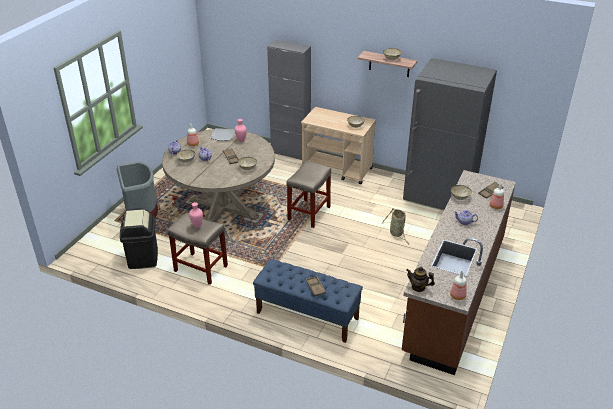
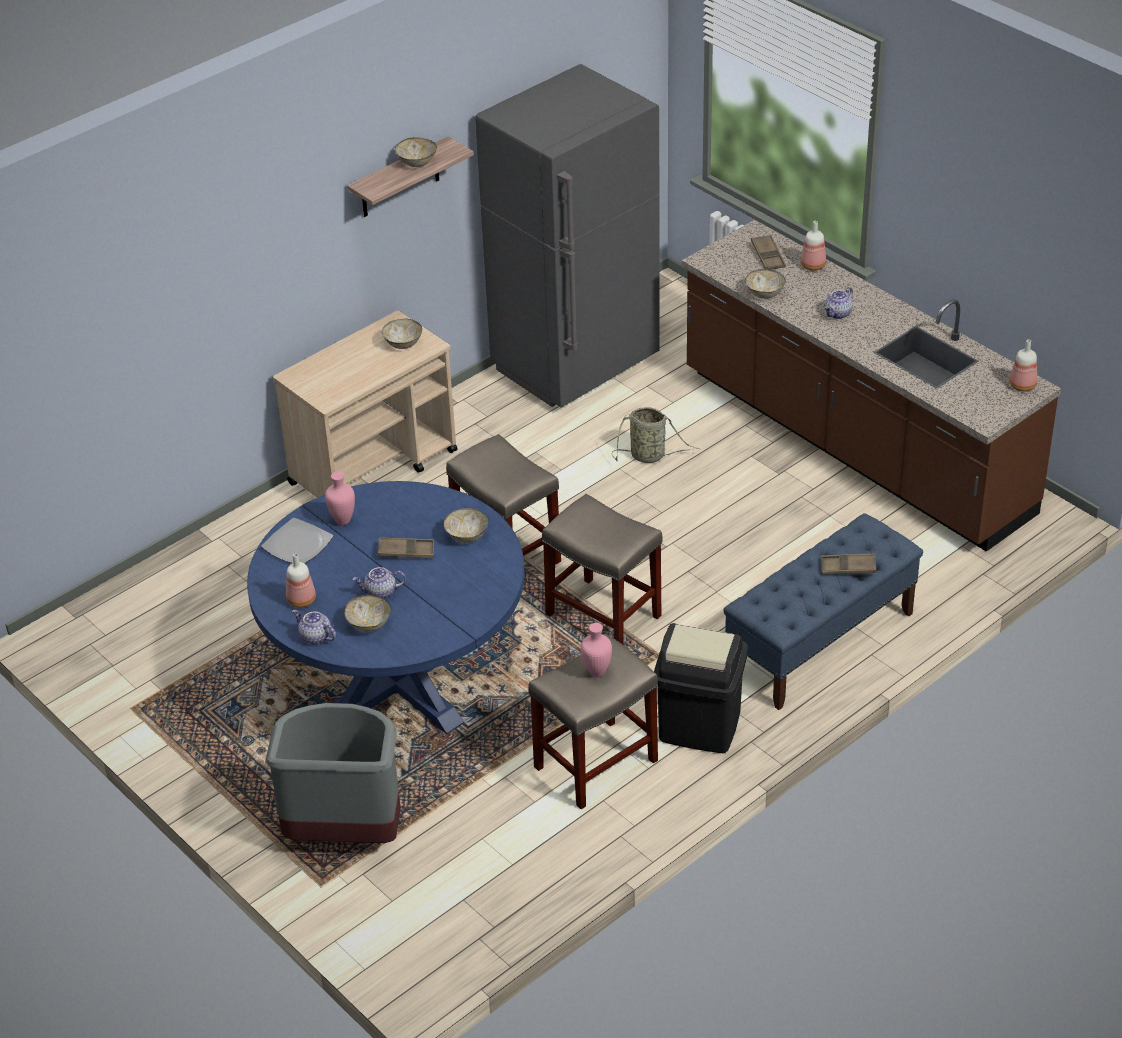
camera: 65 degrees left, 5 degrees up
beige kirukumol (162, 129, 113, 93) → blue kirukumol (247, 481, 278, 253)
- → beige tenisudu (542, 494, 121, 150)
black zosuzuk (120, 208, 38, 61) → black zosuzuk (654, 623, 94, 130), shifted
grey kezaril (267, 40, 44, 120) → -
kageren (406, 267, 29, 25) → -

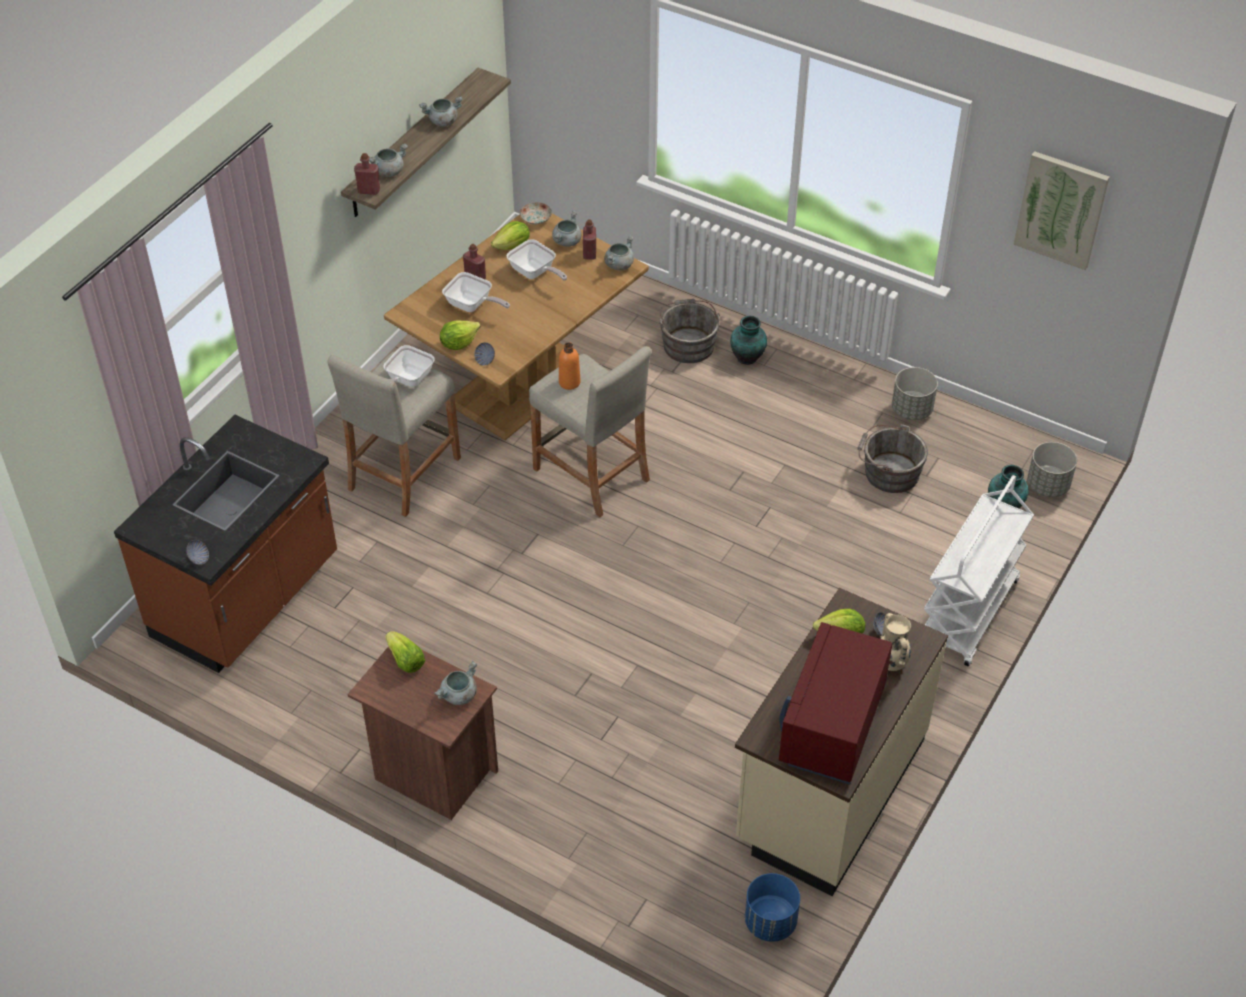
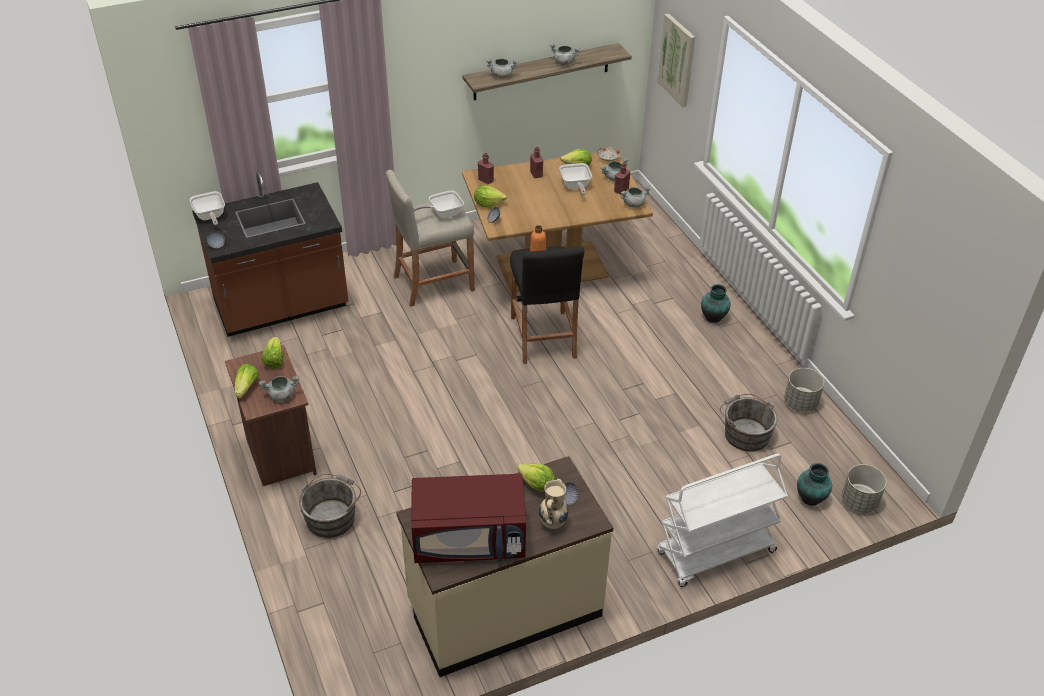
camera: 35 degrees right, 5 degrees down
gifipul (442, 272, 68, 40) → gifipul (190, 191, 35, 34), shifted
- → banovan (235, 364, 24, 34)
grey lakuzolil (659, 299, 61, 64) → grey lakuzolil (299, 474, 62, 64), shifted
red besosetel (779, 622, 113, 162) → red besosetel (411, 474, 115, 89), 150 degrees counterclockwise
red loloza (354, 153, 26, 42) → red loloza (478, 153, 16, 31), shifted
beige tenisudu (529, 346, 123, 171) → black tenisudu (510, 246, 74, 118)
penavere (1013, 151, 97, 119) → penavere (658, 14, 37, 93), shifted
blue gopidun (745, 873, 55, 69) → -

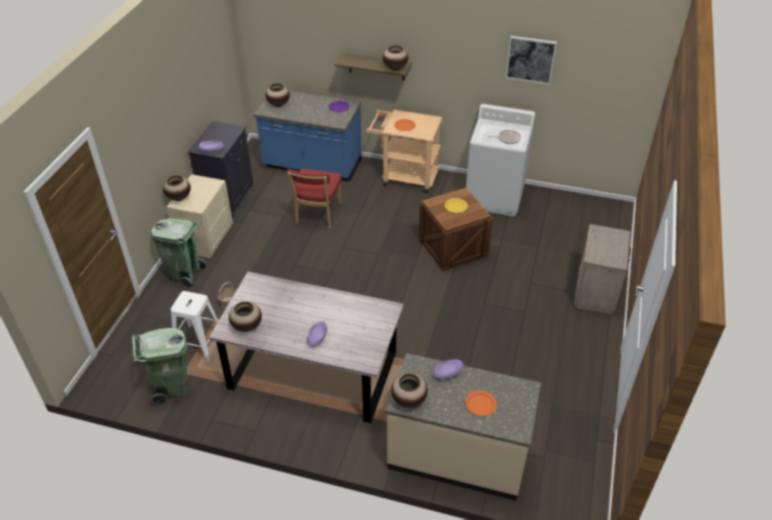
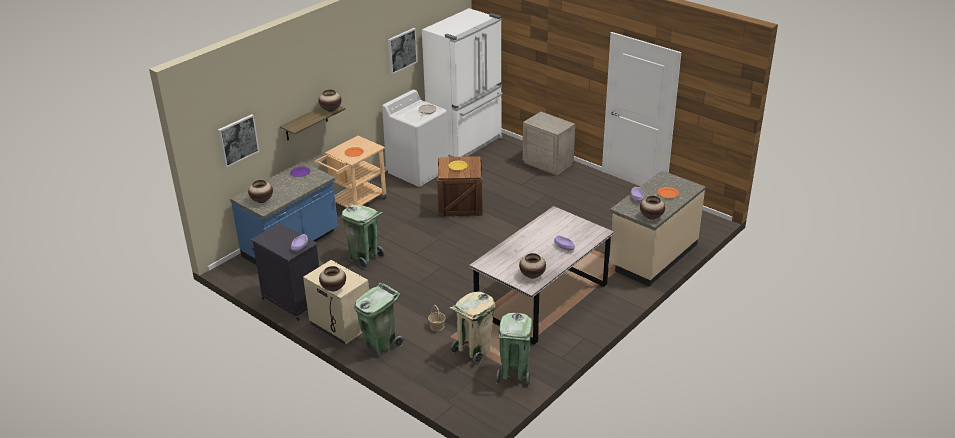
camera: 65 degrees left, 10 degrees down
- → penavere (218, 114, 42, 54)
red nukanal (287, 169, 55, 59) → green zosuzuk (341, 205, 44, 64)
- → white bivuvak (422, 8, 81, 150)
white tenisudu (171, 291, 47, 71) → beige zosuzuk (449, 292, 46, 74)

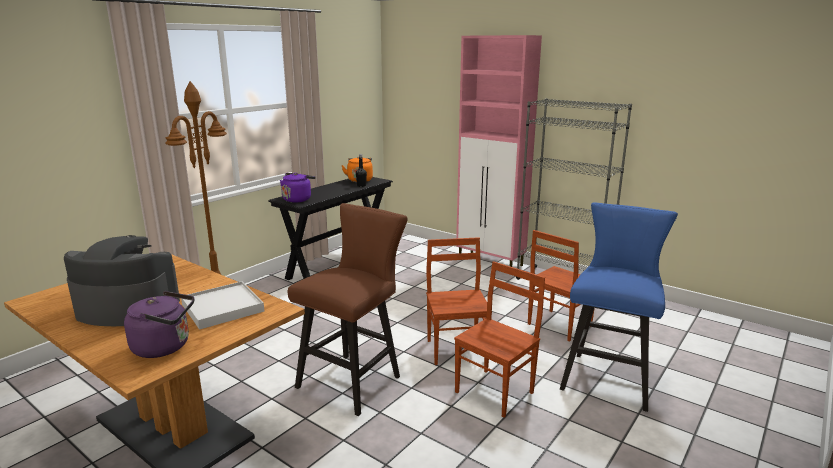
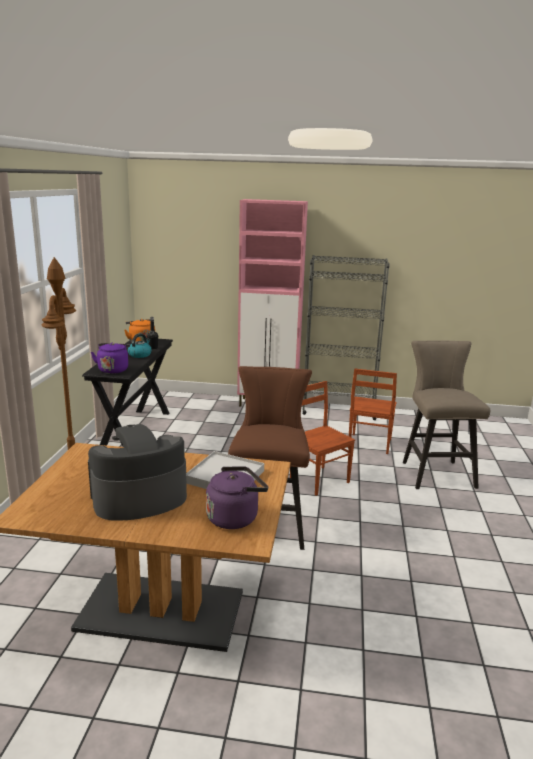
camera: 30 degrees left, 0 degrees up
- → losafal (128, 333, 24, 25)
blue tenisudu (560, 202, 118, 210) → beige tenisudu (403, 340, 87, 149)
brown nukanal (454, 261, 91, 157) → -

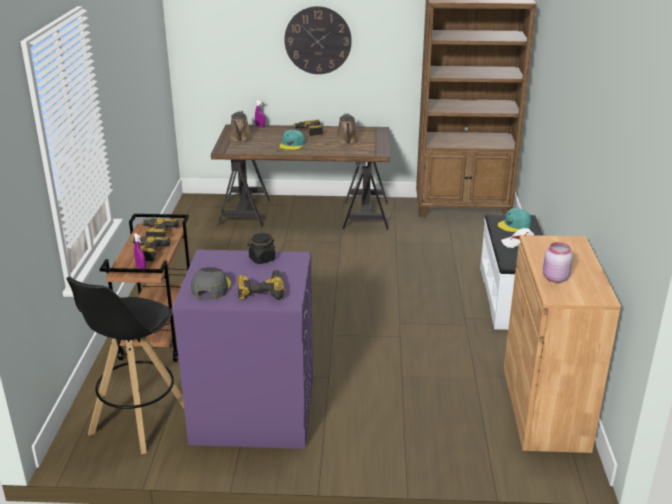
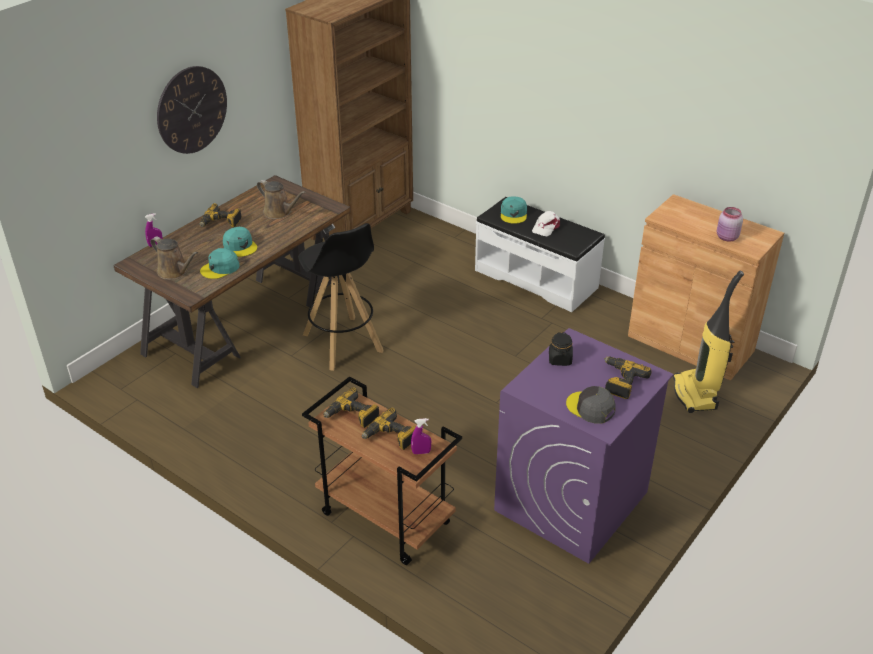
camera: 55 degrees left, 10 degrees up
- → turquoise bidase (200, 248, 40, 31)
black tenisudu (67, 277, 117, 177) → black tenisudu (298, 223, 86, 148), shifted
- → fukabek (673, 271, 71, 142)

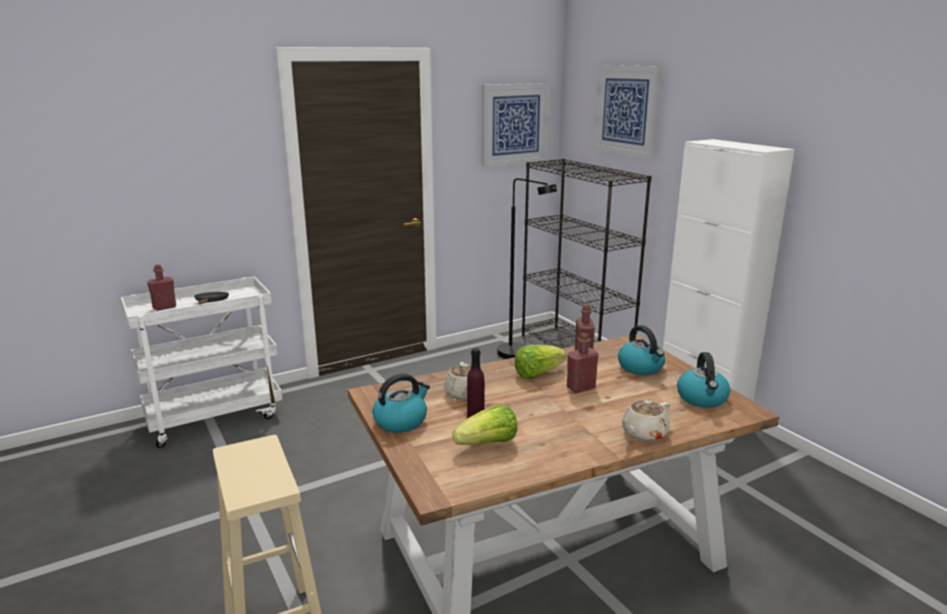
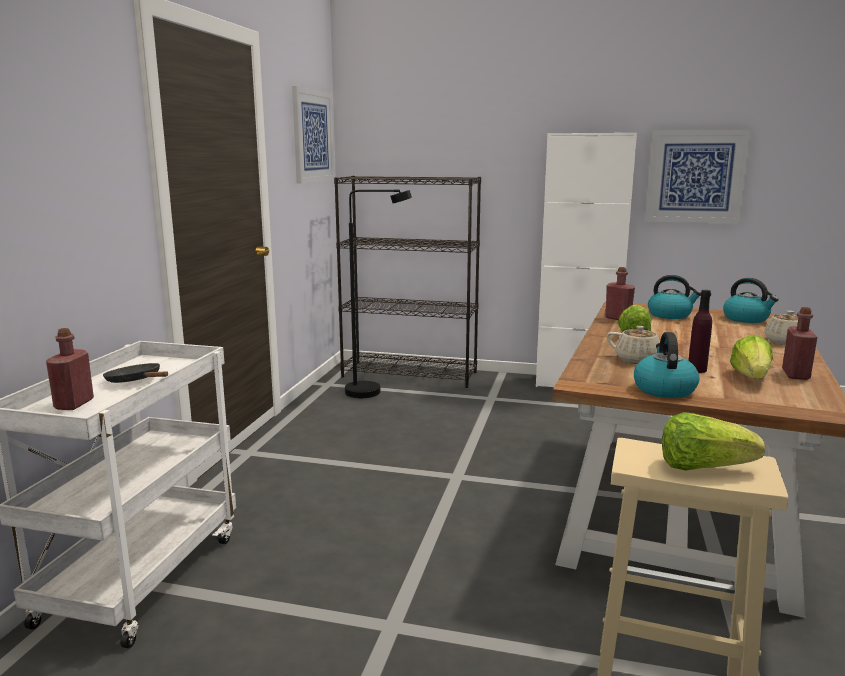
camera: 45 degrees left, 5 degrees down
penavere (593, 65, 69, 94) → penavere (645, 129, 106, 95), shifted
- → banovan (662, 412, 103, 59)
red loloza (567, 333, 32, 60) → red loloza (782, 307, 35, 73), shifted

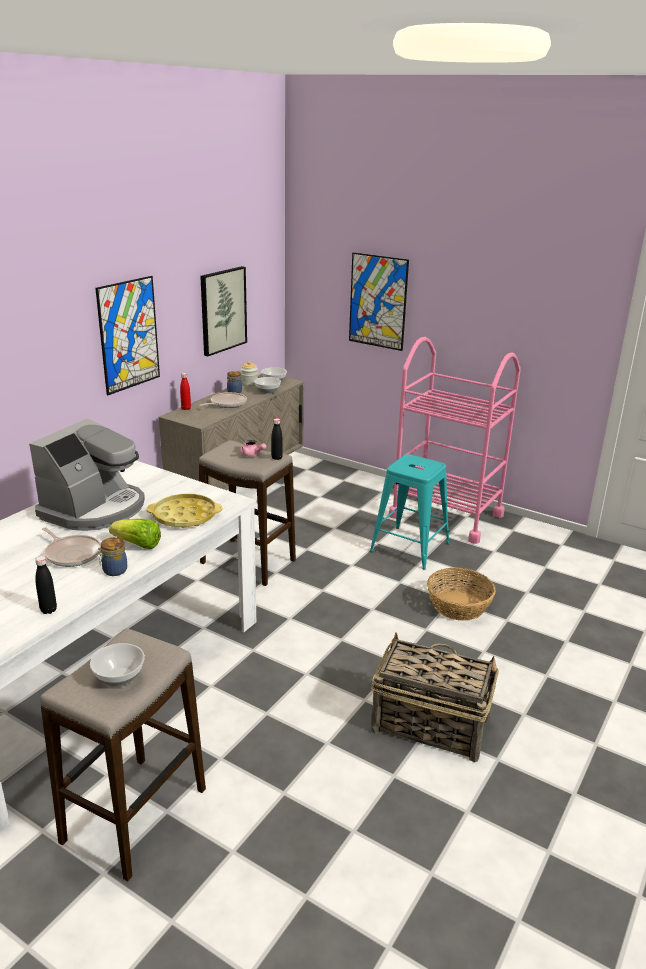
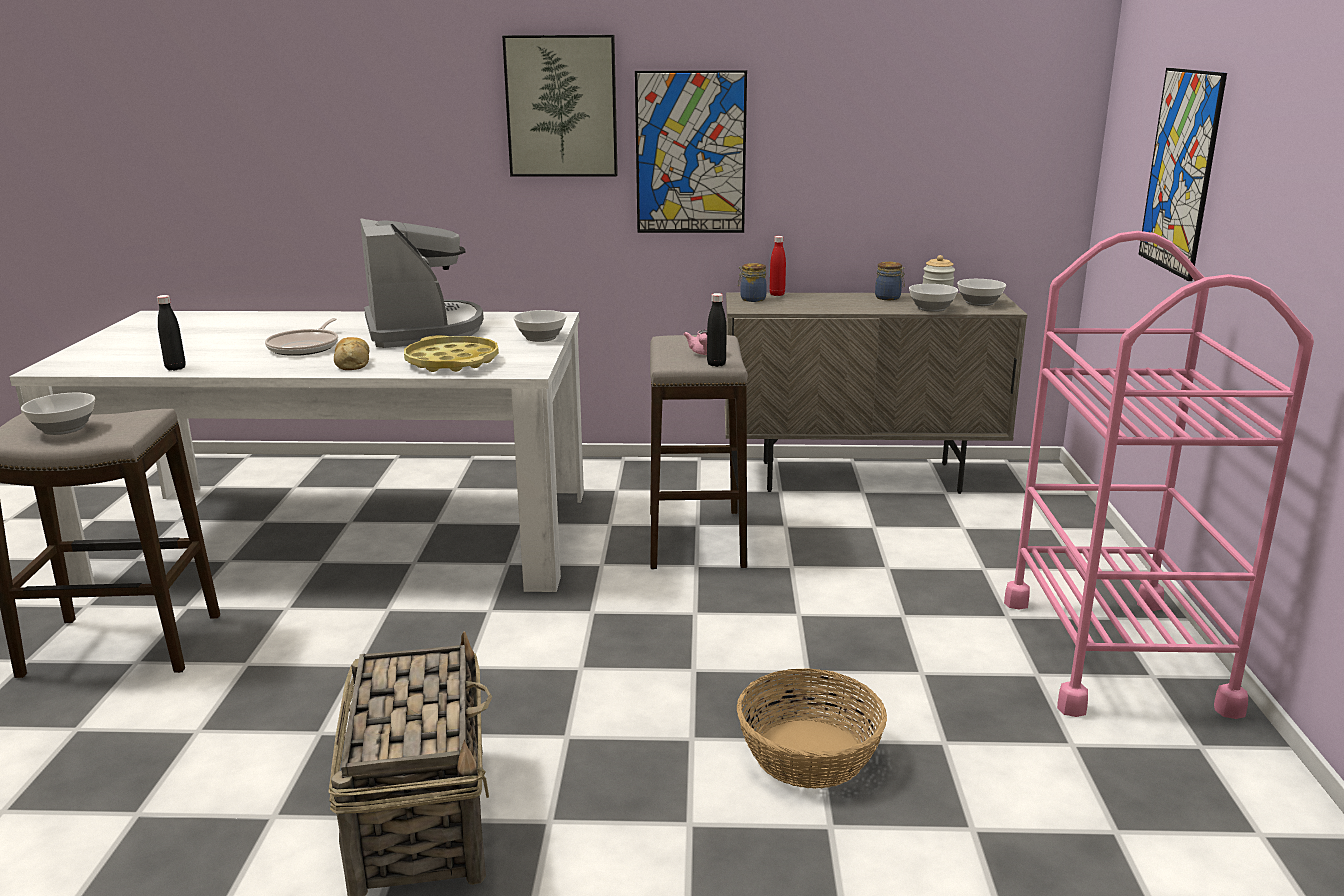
camera: 60 degrees right, 5 degrees down
banovan (109, 519, 52, 30) → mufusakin (334, 337, 35, 33)
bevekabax (29, 418, 116, 113) → bevekabax (360, 218, 124, 130), 105 degrees counterclockwise
penavere (200, 266, 47, 90) → penavere (502, 35, 116, 142), shifted
- → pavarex (513, 310, 54, 32)
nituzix (98, 537, 29, 39) → nituzix (738, 263, 29, 39), shifted
gifipul (199, 392, 48, 16) → -
turquoise tenisudu (370, 454, 80, 116) → -

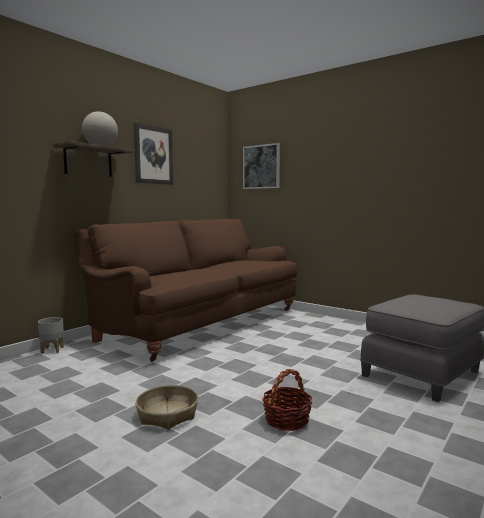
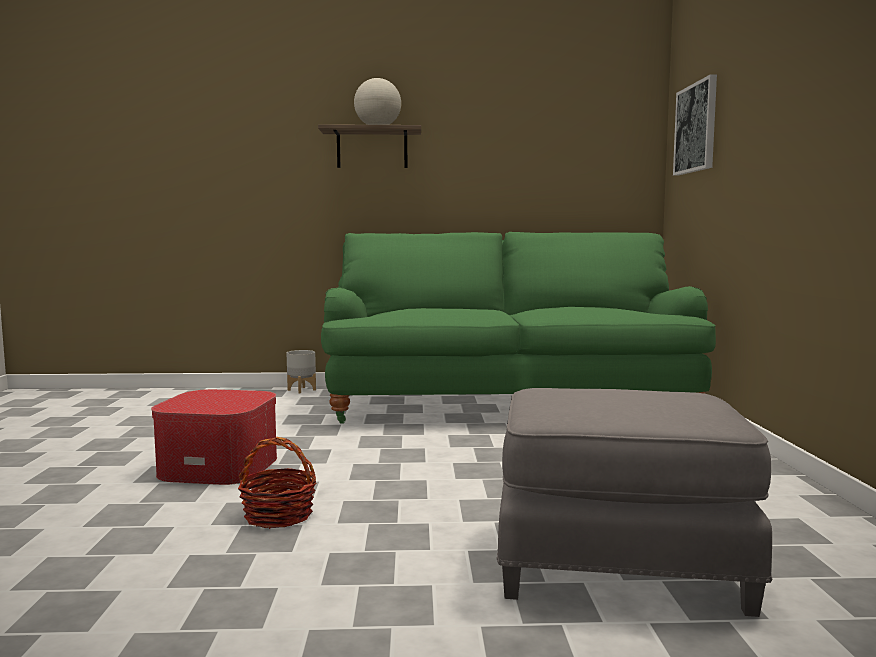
camera: 50 degrees right, 0 degrees up
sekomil (135, 385, 63, 45) → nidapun (151, 389, 126, 96)
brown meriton (74, 219, 223, 143) → green meriton (321, 232, 395, 192)
penavere (134, 123, 39, 62) → -

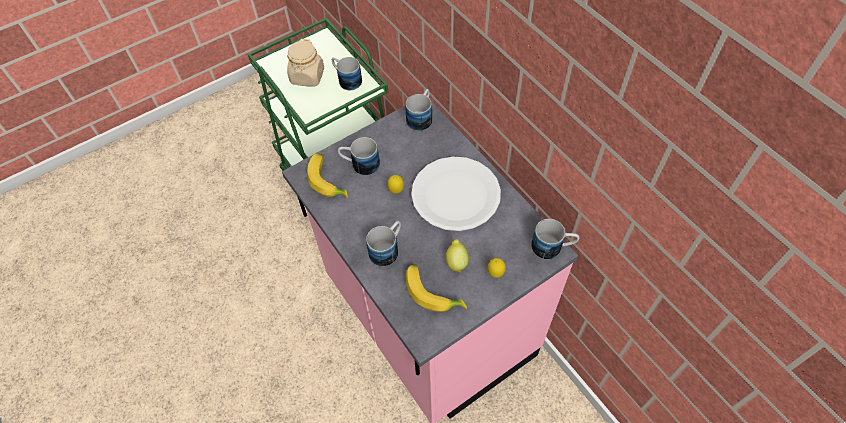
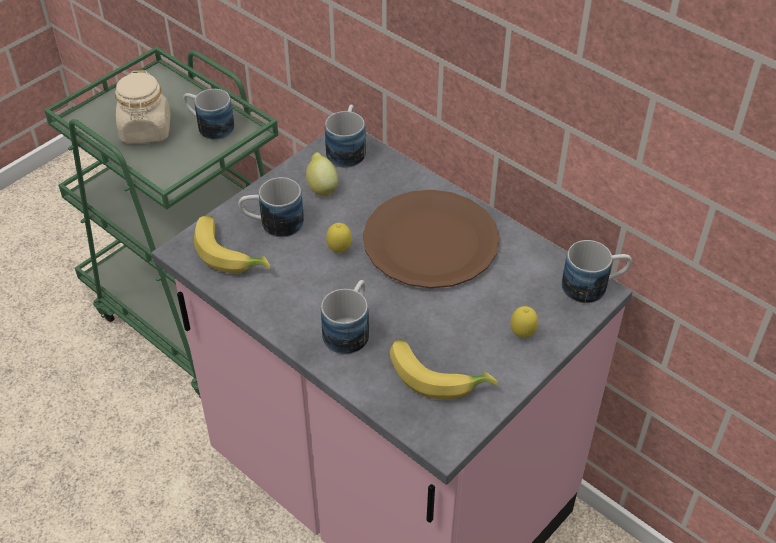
camera: 15 degrees left, 10 degrees down
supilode (446, 239, 23, 34) → supilode (306, 152, 32, 45), shifted
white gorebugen (411, 157, 90, 74) → brown gorebugen (363, 190, 137, 98)

